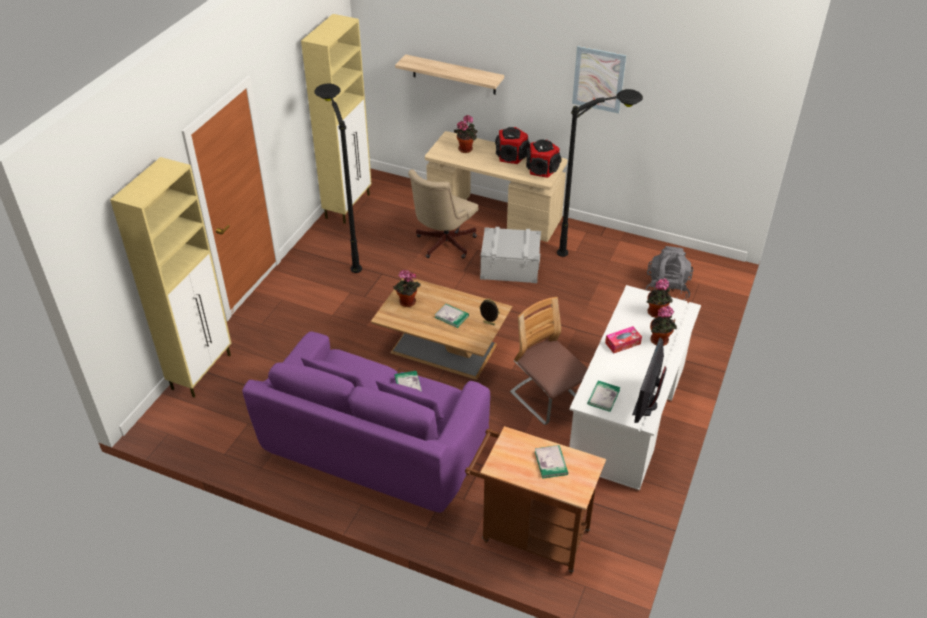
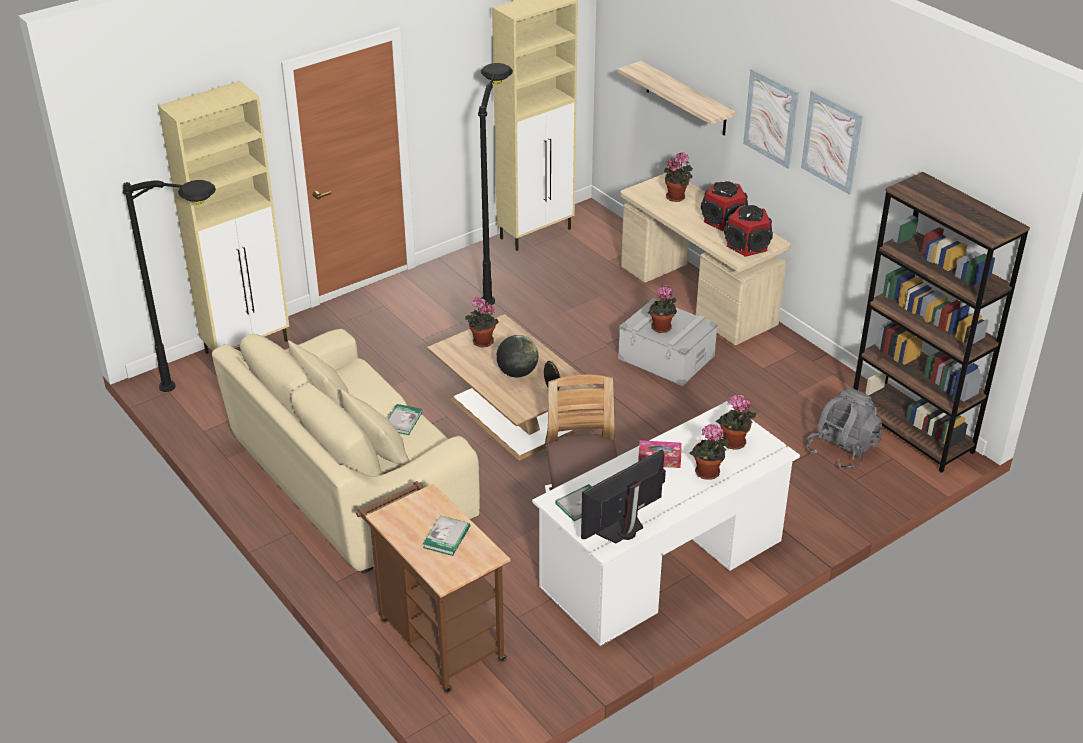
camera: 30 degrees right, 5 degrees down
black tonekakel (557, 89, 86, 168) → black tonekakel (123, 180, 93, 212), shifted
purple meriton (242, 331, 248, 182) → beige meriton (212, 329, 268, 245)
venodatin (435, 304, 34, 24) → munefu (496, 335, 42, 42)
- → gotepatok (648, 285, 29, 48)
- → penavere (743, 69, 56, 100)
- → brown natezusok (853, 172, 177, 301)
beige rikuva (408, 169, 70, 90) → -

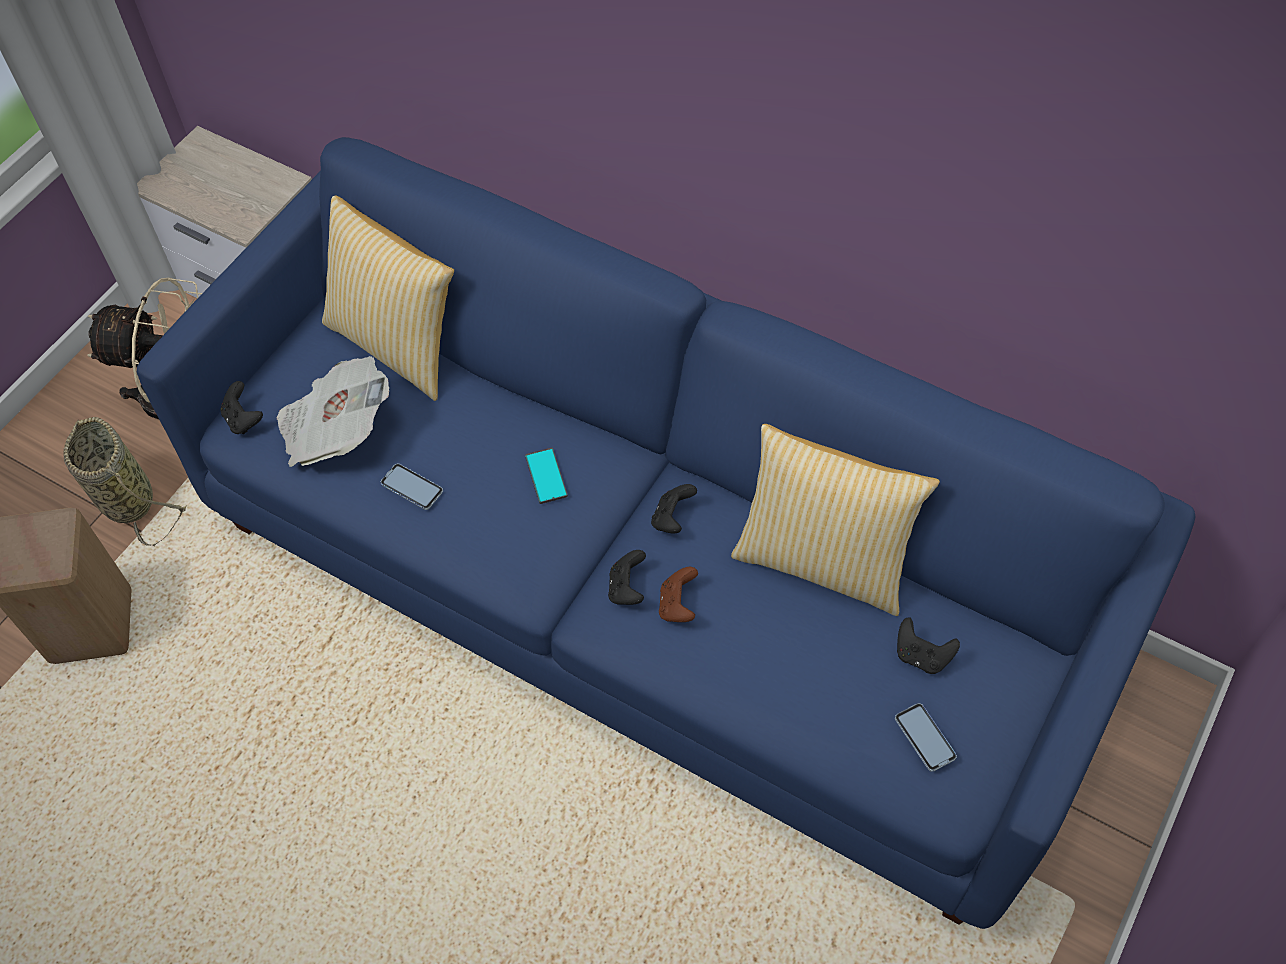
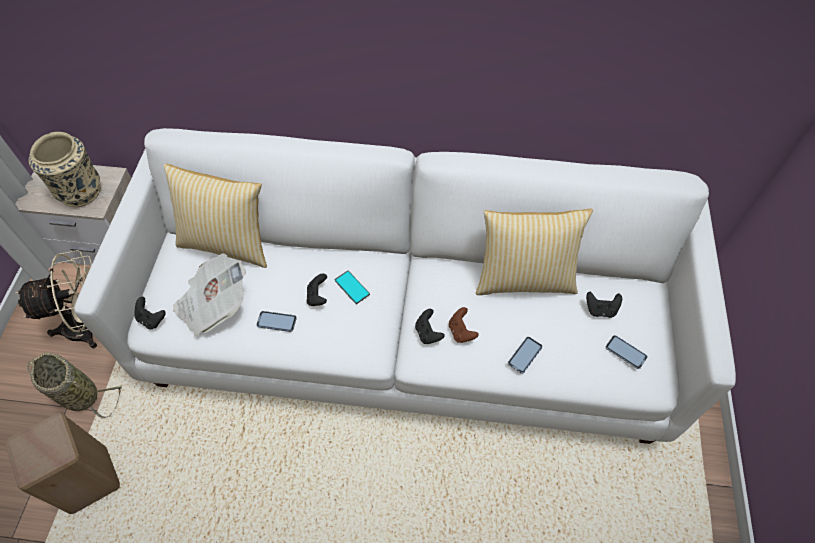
camera: 25 degrees left, 0 degrees up
- → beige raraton (29, 132, 72, 75)
blue meriton (137, 137, 1058, 792) → white meriton (74, 128, 662, 316)
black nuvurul (651, 484, 46, 50) → black nuvurul (307, 273, 20, 33), shifted
- → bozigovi (508, 337, 35, 37)

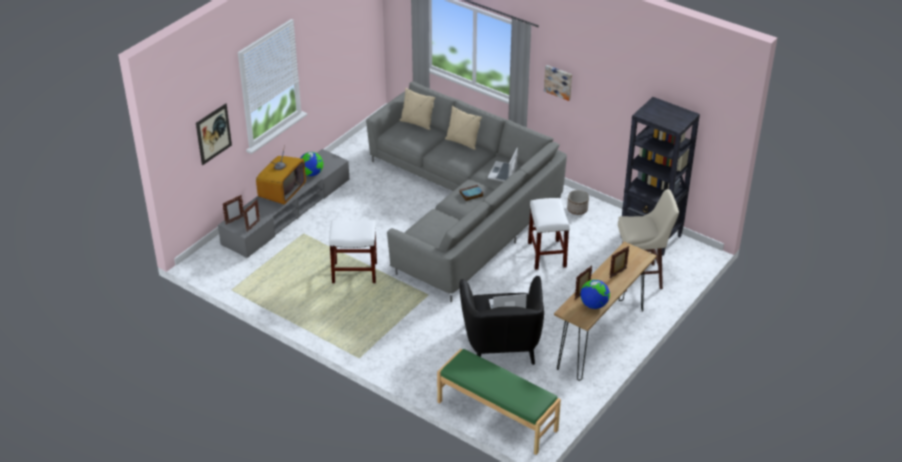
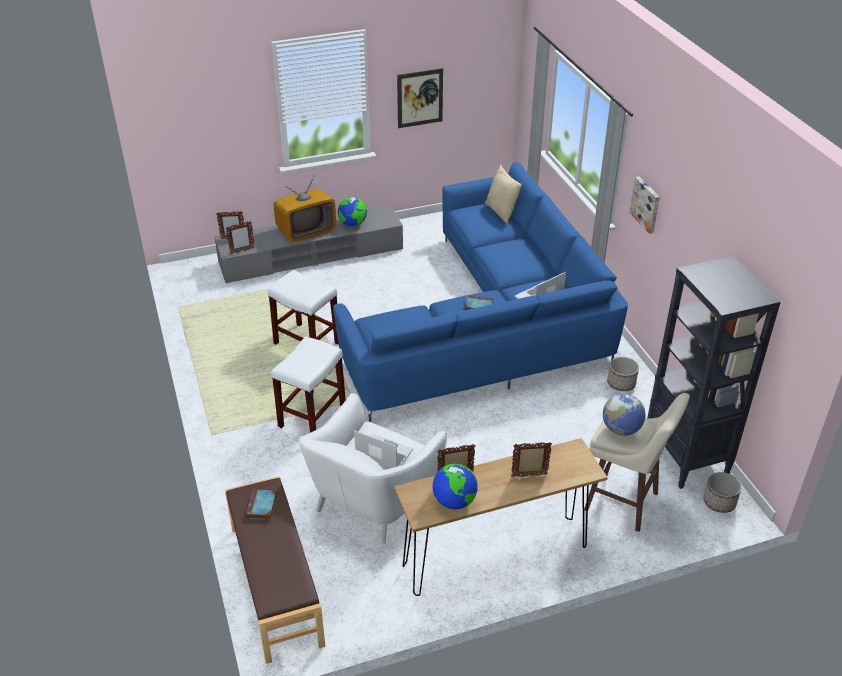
camera: 35 degrees right, 0 degrees up
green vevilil (437, 349, 124, 106) → brown vevilil (225, 476, 100, 188)
- → venodatin (246, 489, 31, 31)
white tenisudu (528, 198, 42, 72) → white tenisudu (271, 337, 75, 96), shifted
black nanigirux (459, 276, 85, 89) → white nanigirux (299, 393, 148, 151)
grey meriton (366, 81, 201, 221) → blue meriton (333, 162, 295, 260)
penavere (196, 103, 36, 62) → penavere (397, 68, 46, 60), shifted
- → munefu (603, 394, 43, 42)
- → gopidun (703, 472, 39, 41)
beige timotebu (445, 106, 37, 44) → -

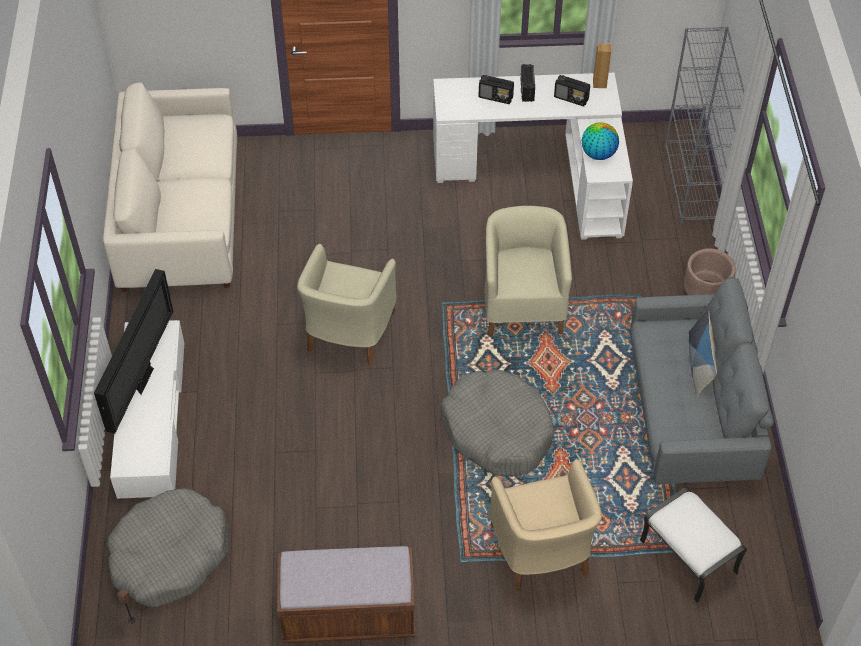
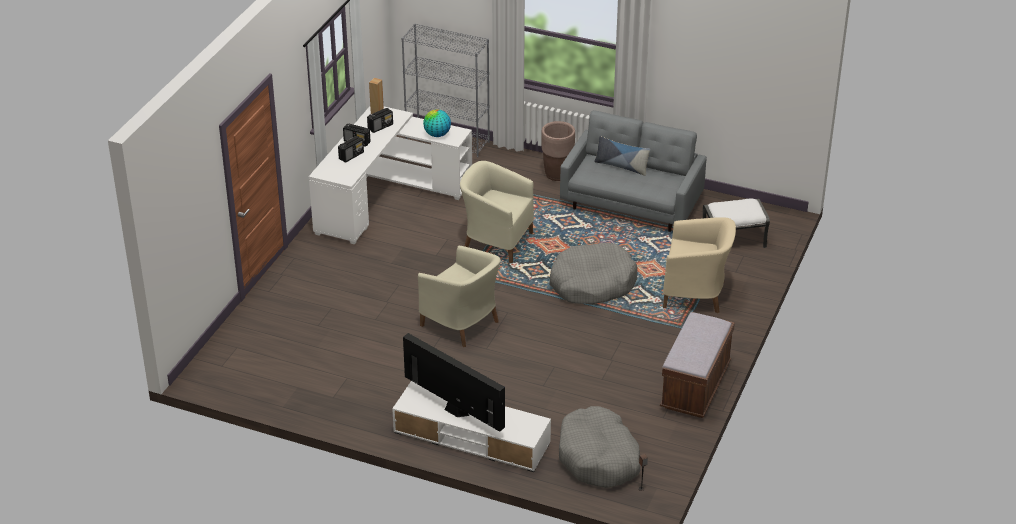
camera: 65 degrees left, 15 degrees down
white meriton (103, 83, 134, 209) → -

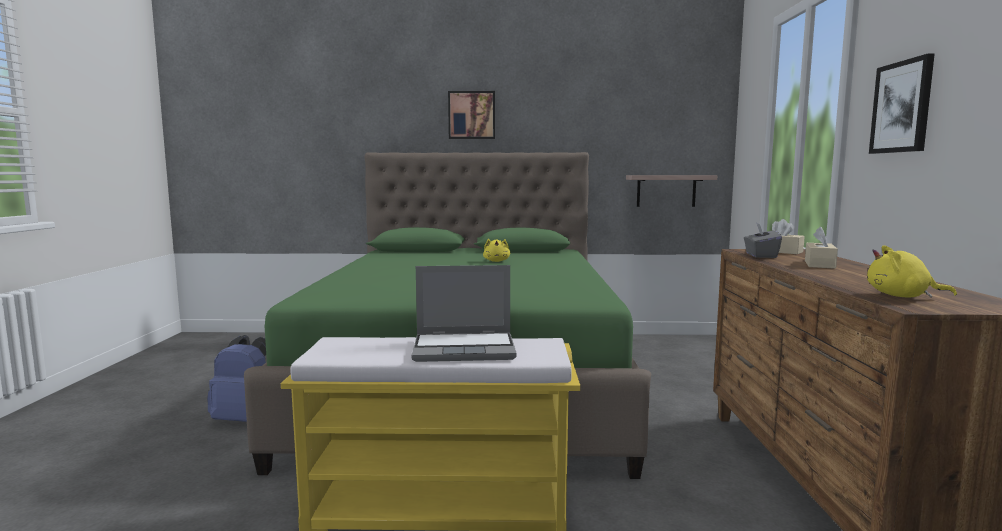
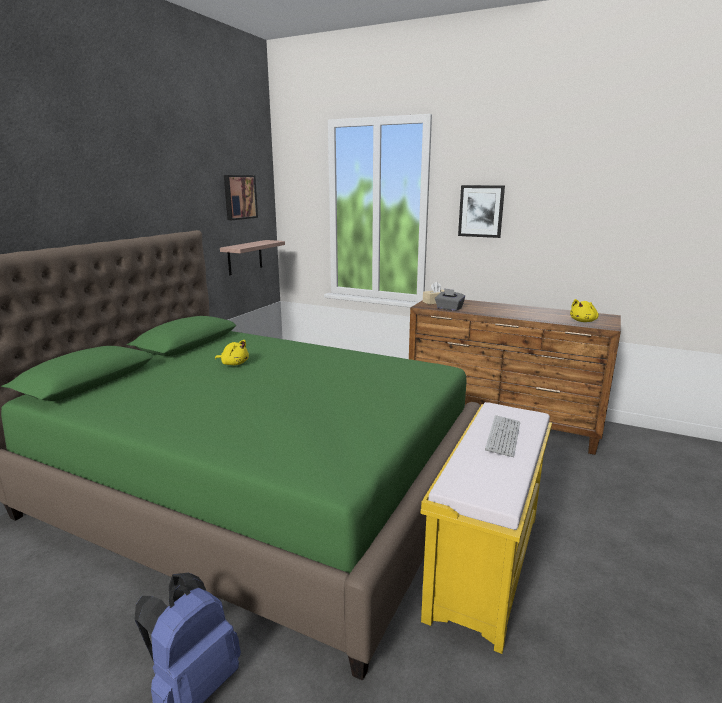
camera: 65 degrees left, 10 degrees up
penavere (448, 91, 47, 48) → penavere (224, 175, 34, 45), shifted
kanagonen (411, 265, 106, 97) → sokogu (485, 415, 35, 42)
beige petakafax (805, 227, 33, 42) → -

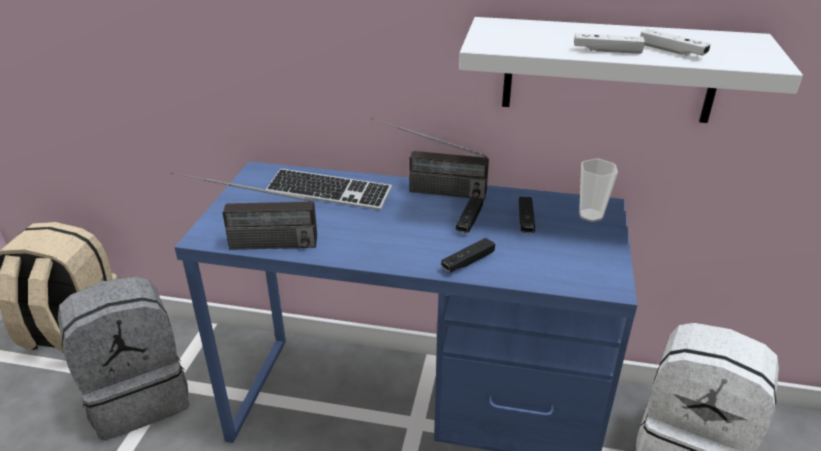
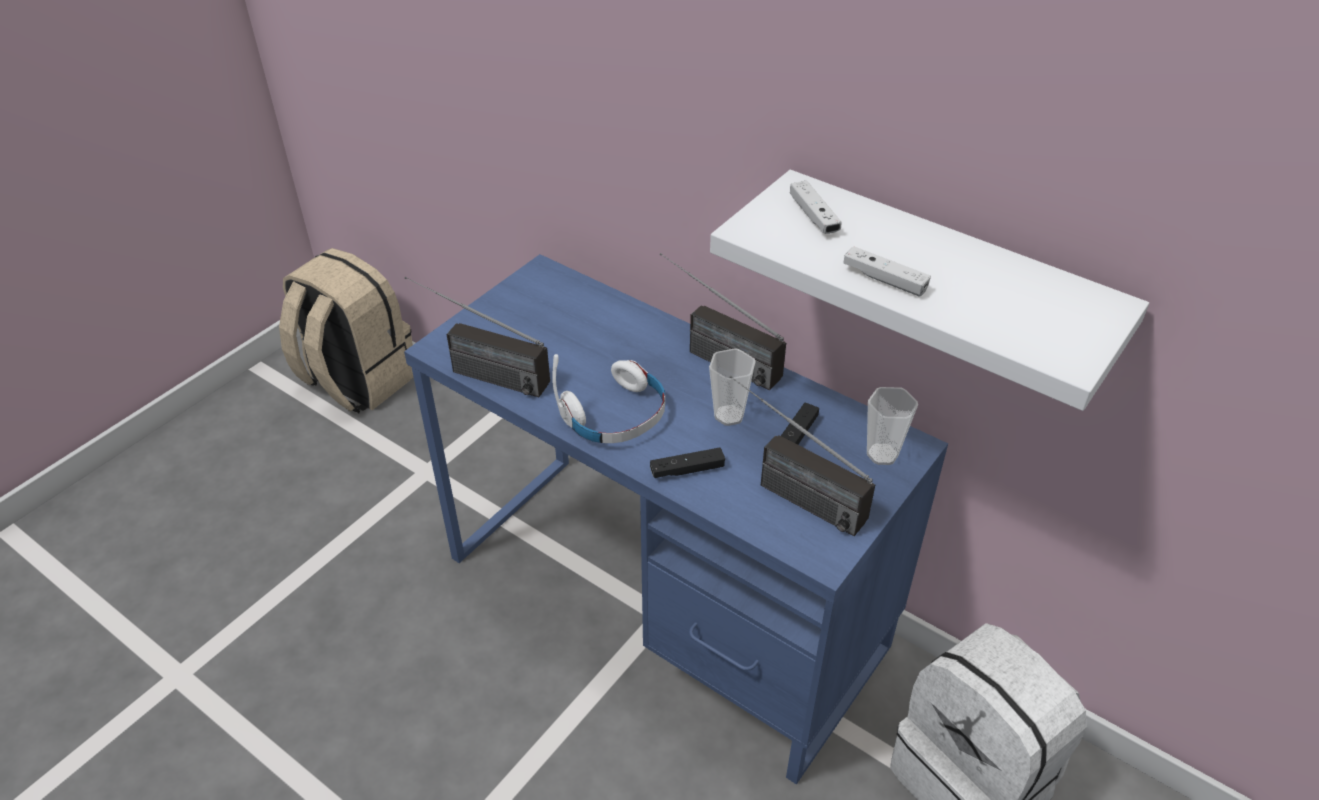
camera: 25 degrees right, 10 degrees up
- → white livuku (552, 354, 113, 89)
black nuvurul (456, 197, 27, 36) → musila (709, 348, 47, 78)
- → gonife (729, 375, 146, 161)
white nuvurul (640, 29, 71, 27) → white nuvurul (790, 181, 52, 53), shifted
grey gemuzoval (58, 276, 132, 165) → -
sokogu (266, 168, 126, 42) → -

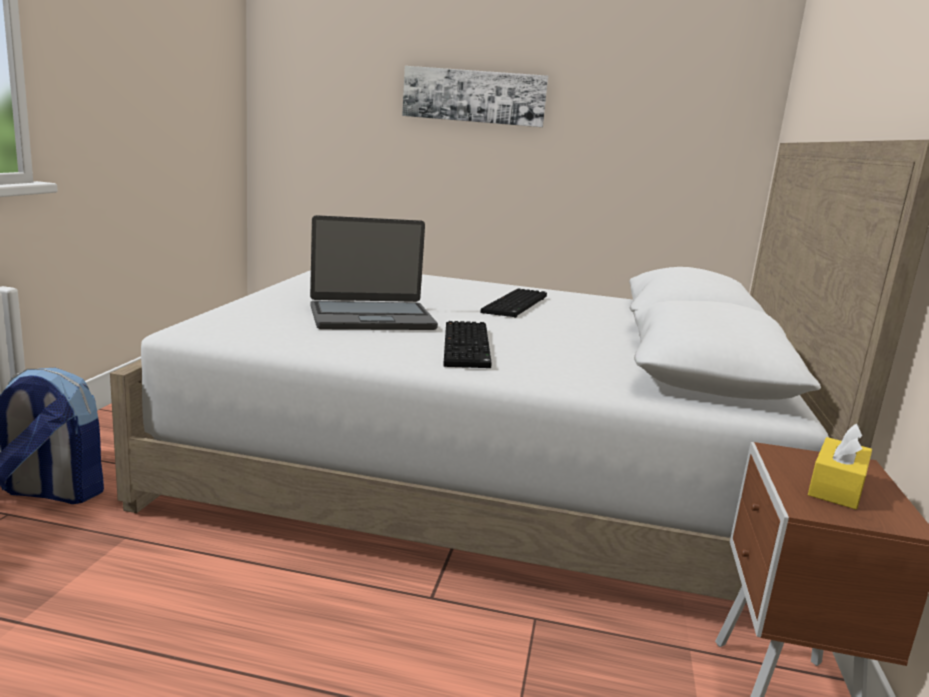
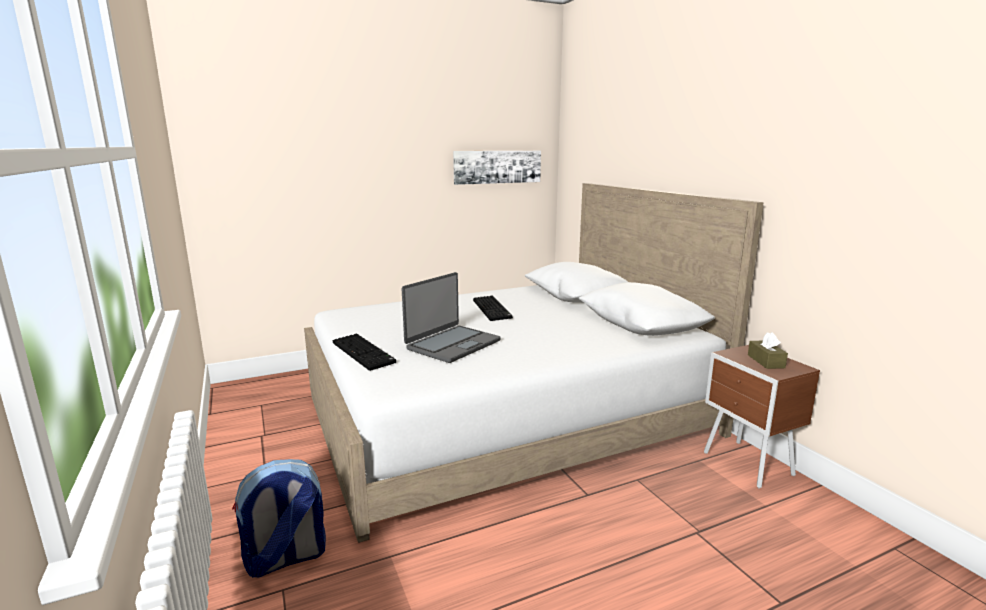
camera: 35 degrees left, 0 degrees up
sokogu (444, 321, 48, 47) → sokogu (333, 334, 63, 37), shifted
penavere (402, 66, 146, 61) → penavere (453, 151, 88, 34), shifted
yellow petakafax (808, 424, 64, 85) → brown petakafax (748, 332, 40, 37)

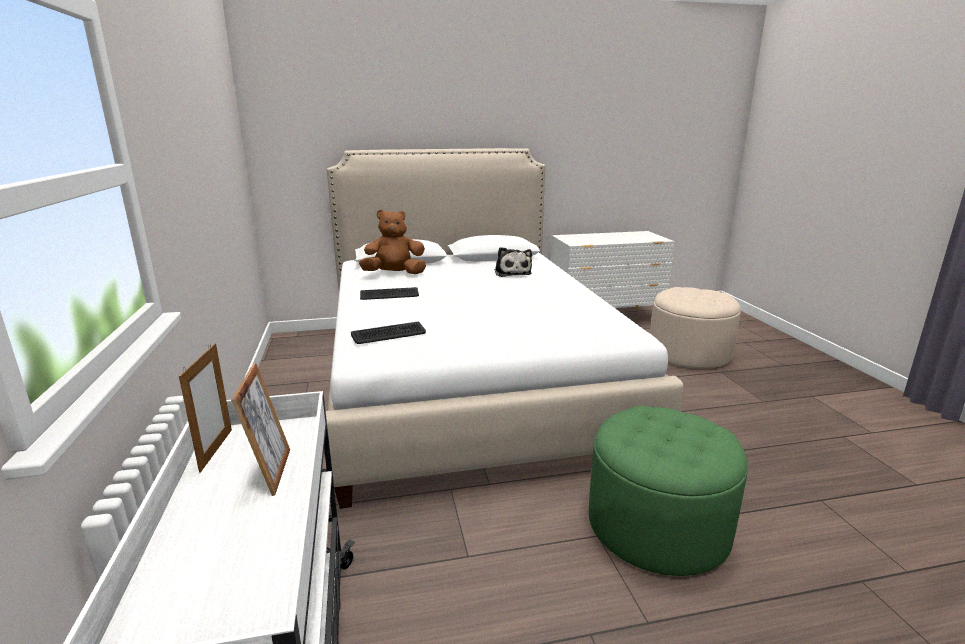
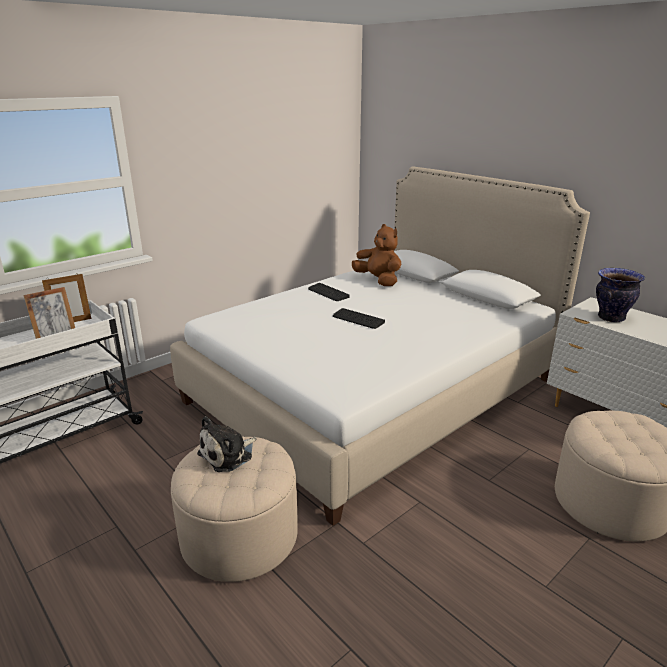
camera: 60 degrees right, 5 degrees up
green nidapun (589, 406, 158, 170) → beige nidapun (171, 436, 127, 146)
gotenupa (494, 247, 38, 30) → gotenupa (197, 416, 59, 56), shifted
sokogu (351, 322, 75, 22) → sokogu (333, 308, 52, 21), shifted
- → raraton (596, 268, 49, 54)

